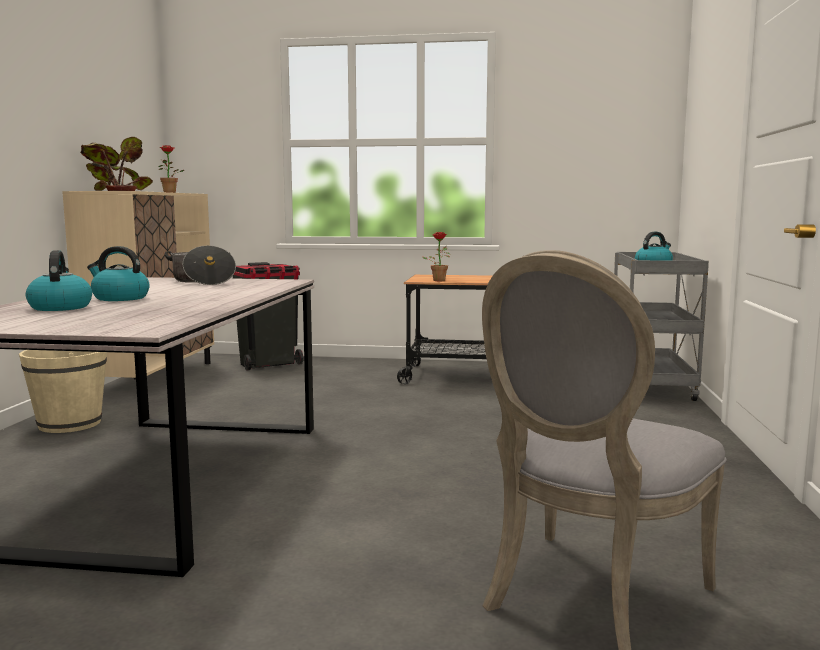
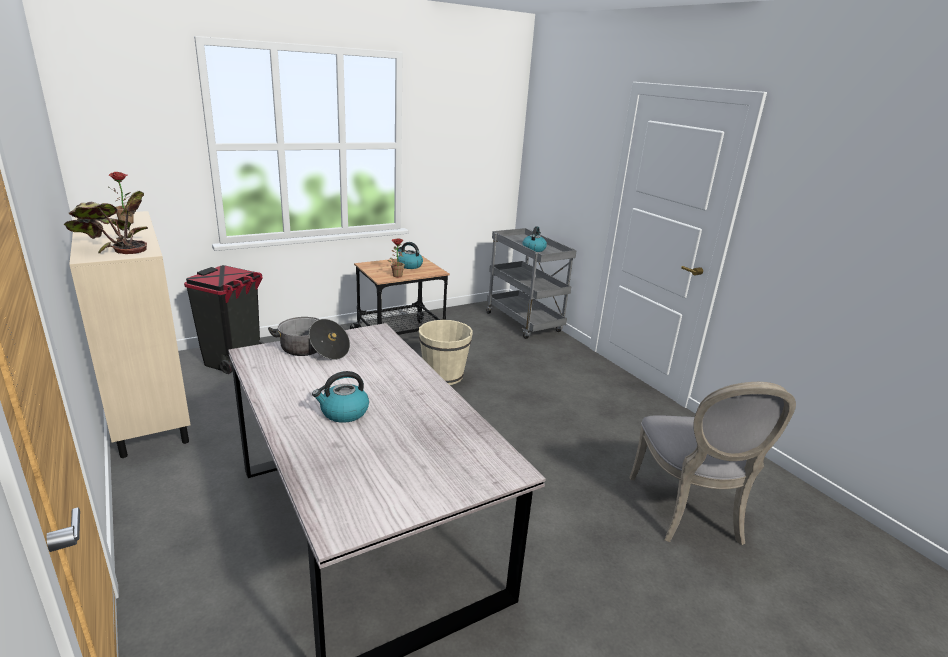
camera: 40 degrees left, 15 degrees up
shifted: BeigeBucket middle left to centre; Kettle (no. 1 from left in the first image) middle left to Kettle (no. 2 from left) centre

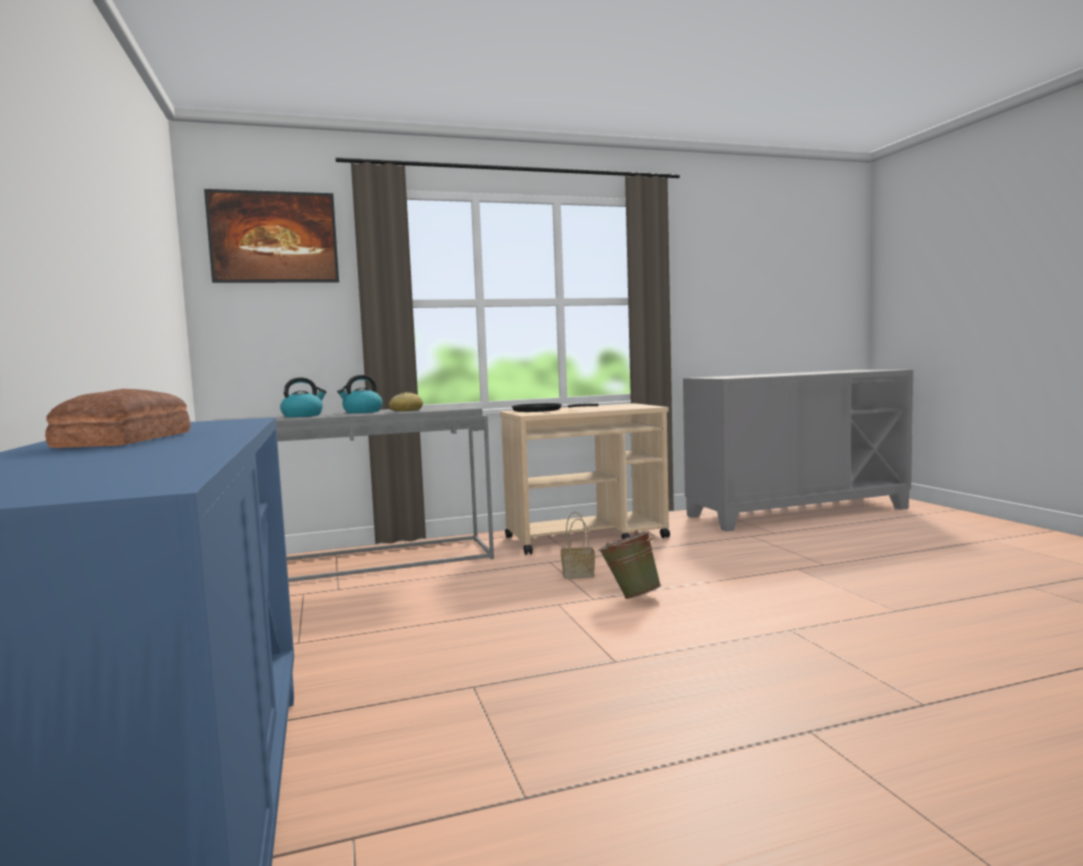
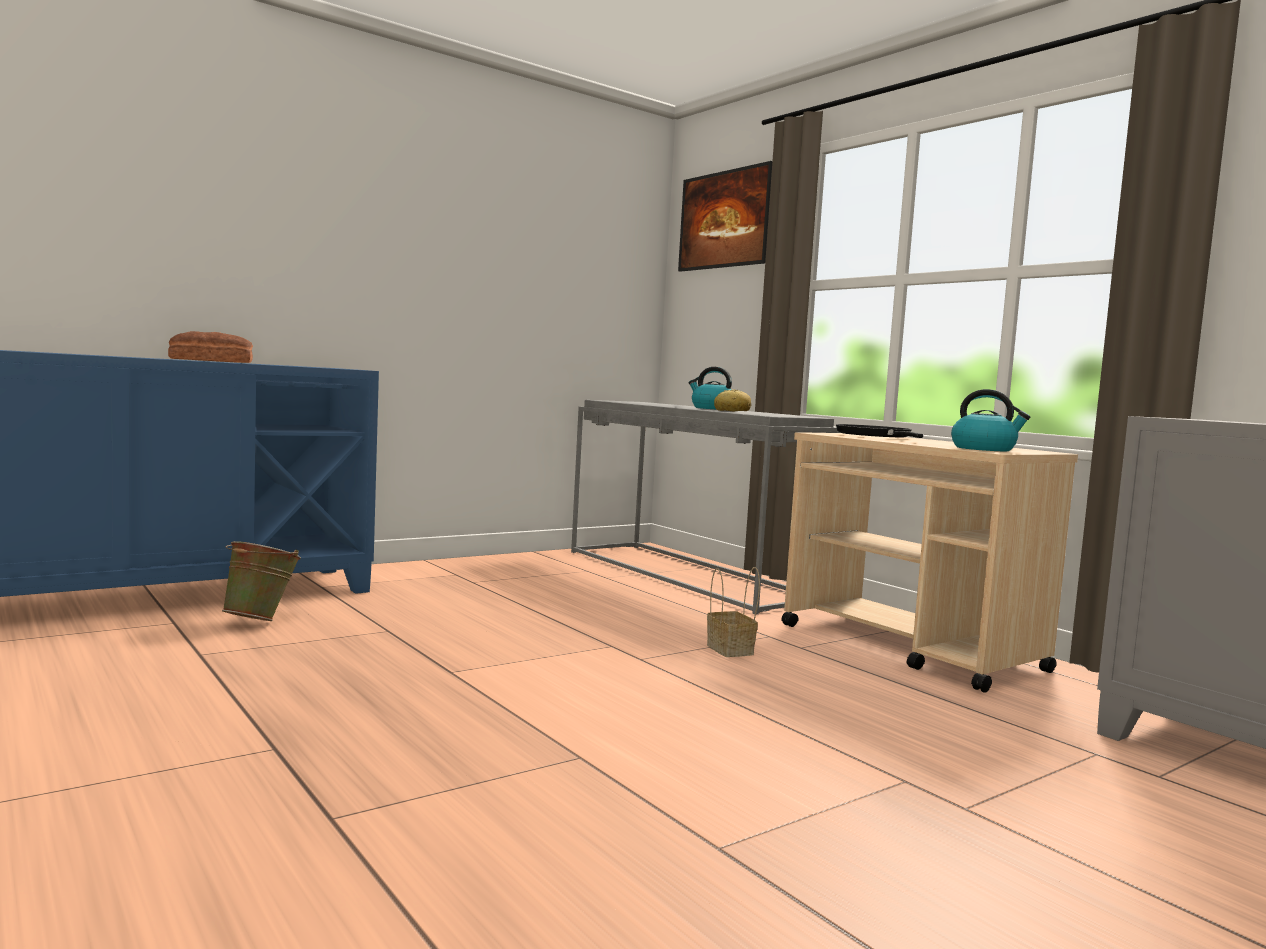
camera: 70 degrees right, 0 degrees up
shifted: Kettle (no. 1 from left in the first image) middle left to Kettle (no. 2 from left) middle right; GreenBucket centre to middle left

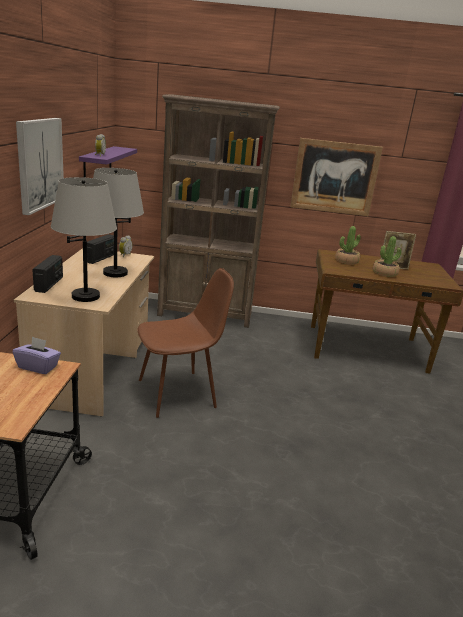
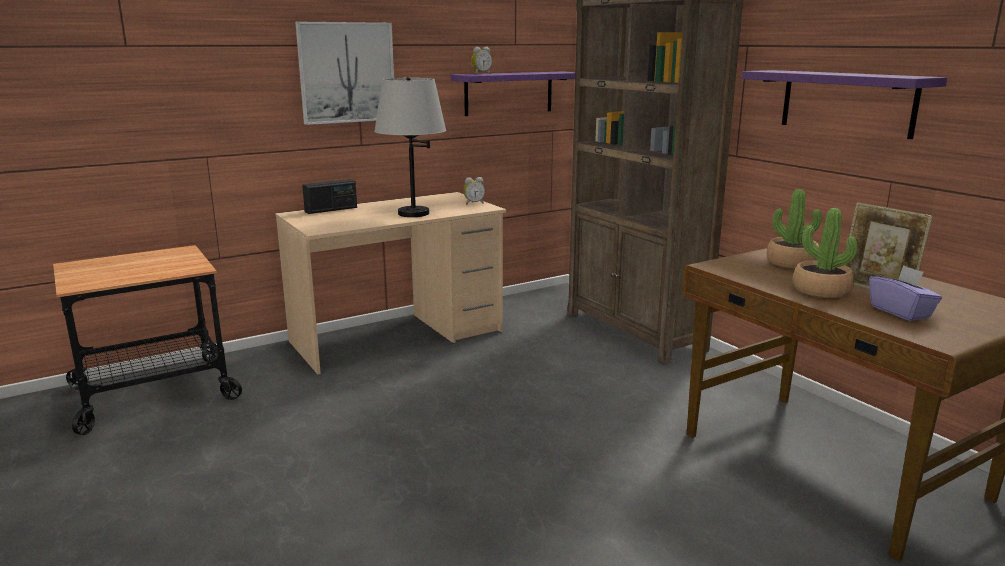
camera: 55 degrees right, 5 degrees down
gone: GreyTableLamp (no. 1 from left) middle left; Radio (no. 2 from left) middle left; BrownChair centre
shifted: PurpleTissueBox middle left to middle right
swapped: Picture (no. 2 from left) top right to PurpleShelf (no. 2 from left) top right

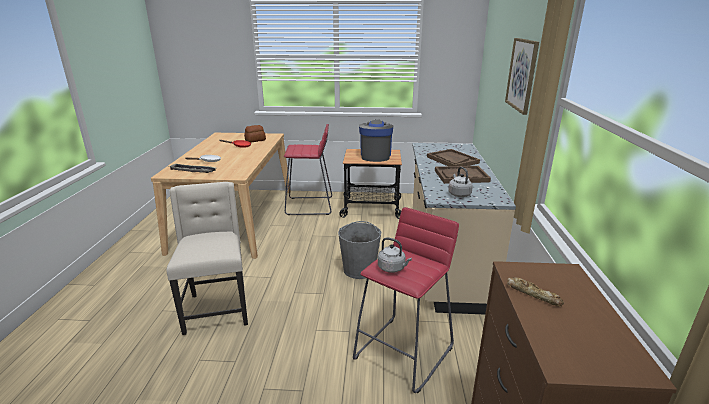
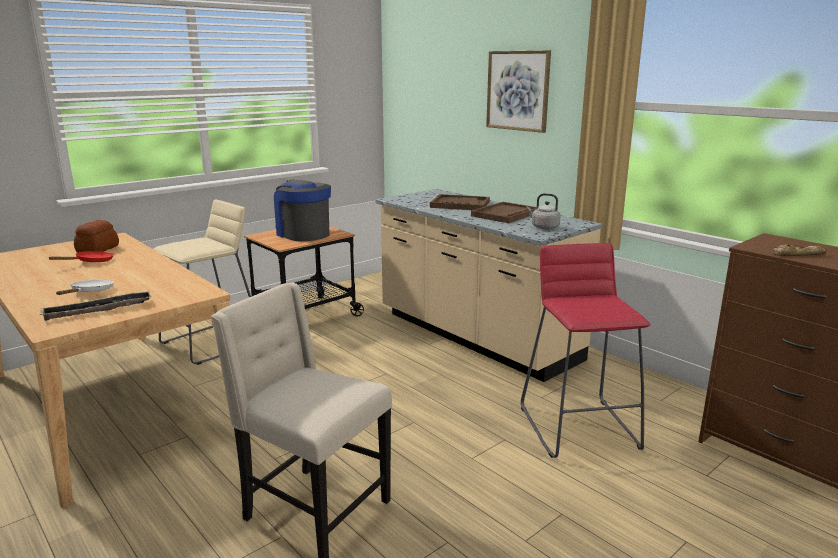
camera: 45 degrees left, 5 degrees down
gone: GreyBucket centre; GreyKettle (no. 1 from left) centre
repainted: RedStool (no. 1 from left) centre to BeigeStool middle left

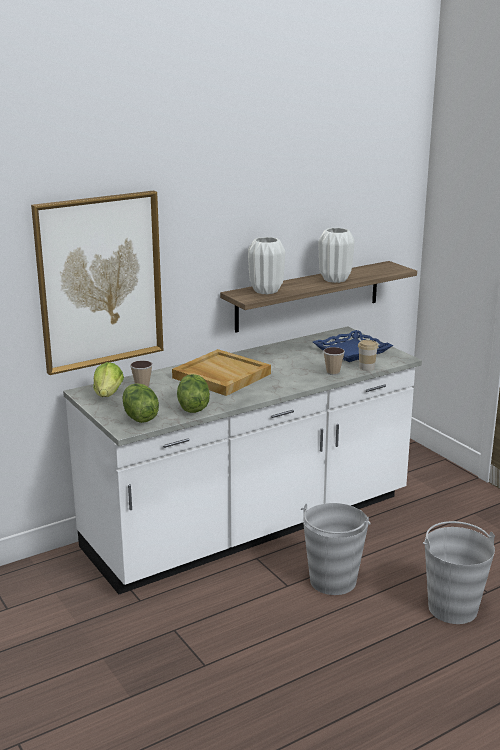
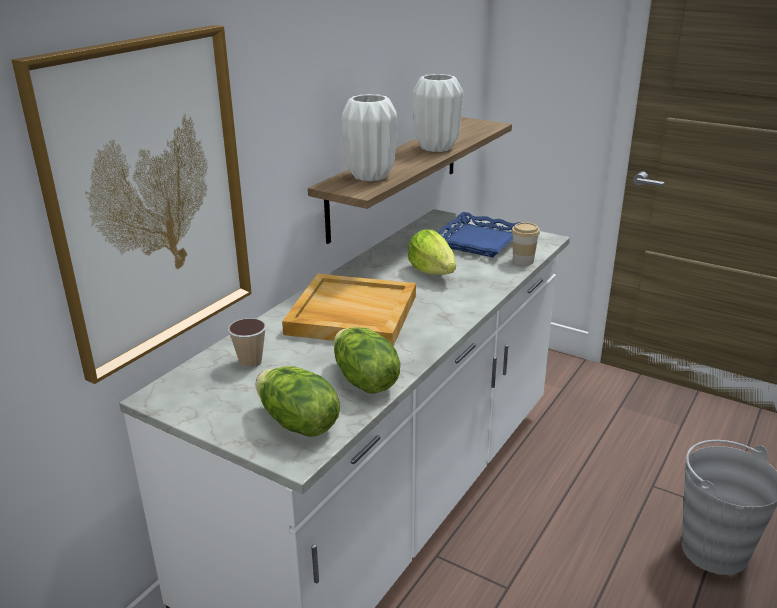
camera: 25 degrees left, 5 degrees up
gone: GreyBucket (no. 1 from left) bottom right; Cup (no. 2 from left) middle right
shifted: Lettuce (no. 1 from left in the first image) middle left to Lettuce (no. 3 from left) centre

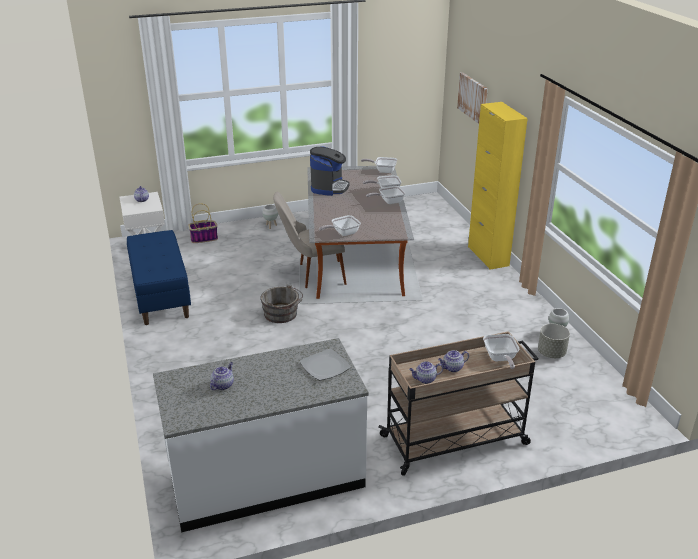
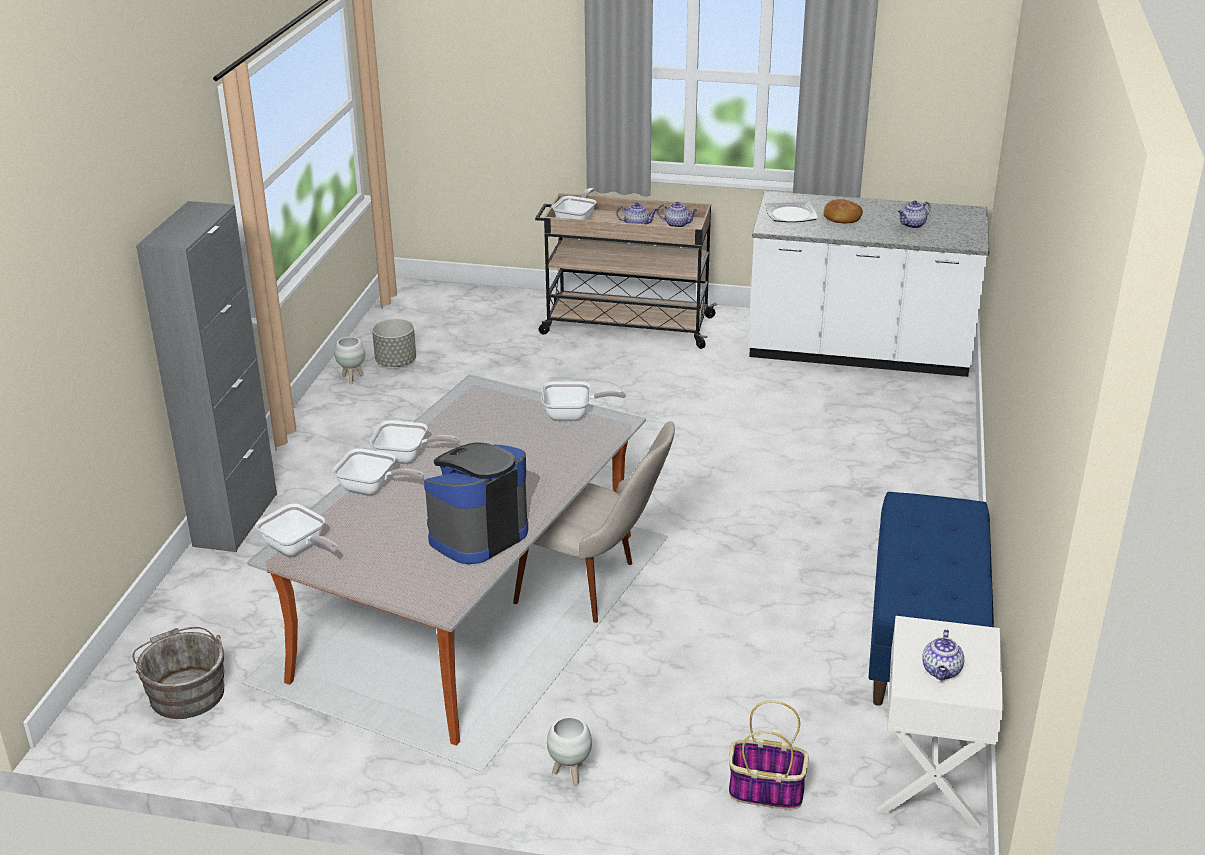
camera: 150 degrees left, 0 degrees up
gone: Picture top right
new: Bread top right
shifted: GreyBucket centre to bottom left
repainted: YellowCabinet top right to GreyCabinet middle left

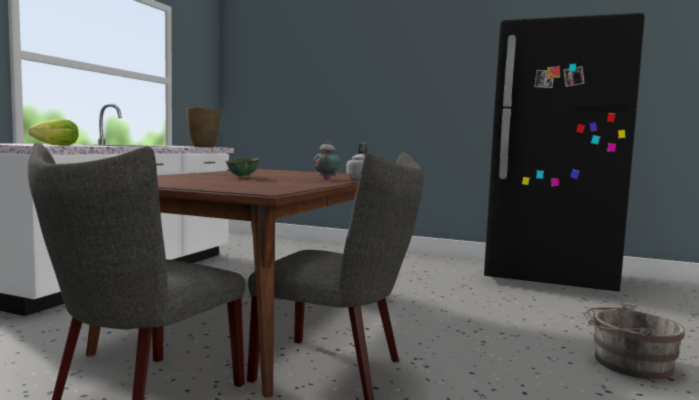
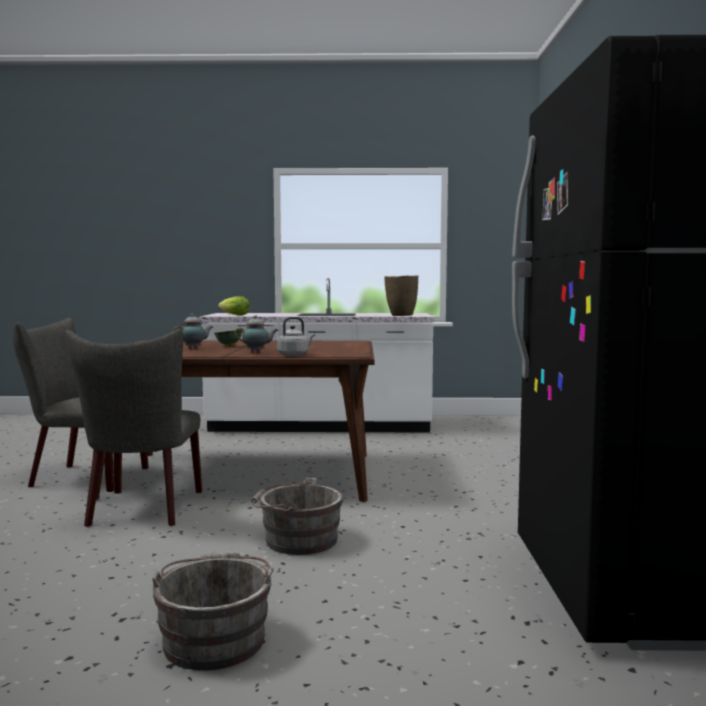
camera: 70 degrees right, 0 degrees up
new: Teapot (no. 1 from left) middle left; GreyBucket (no. 2 from left) bottom centre

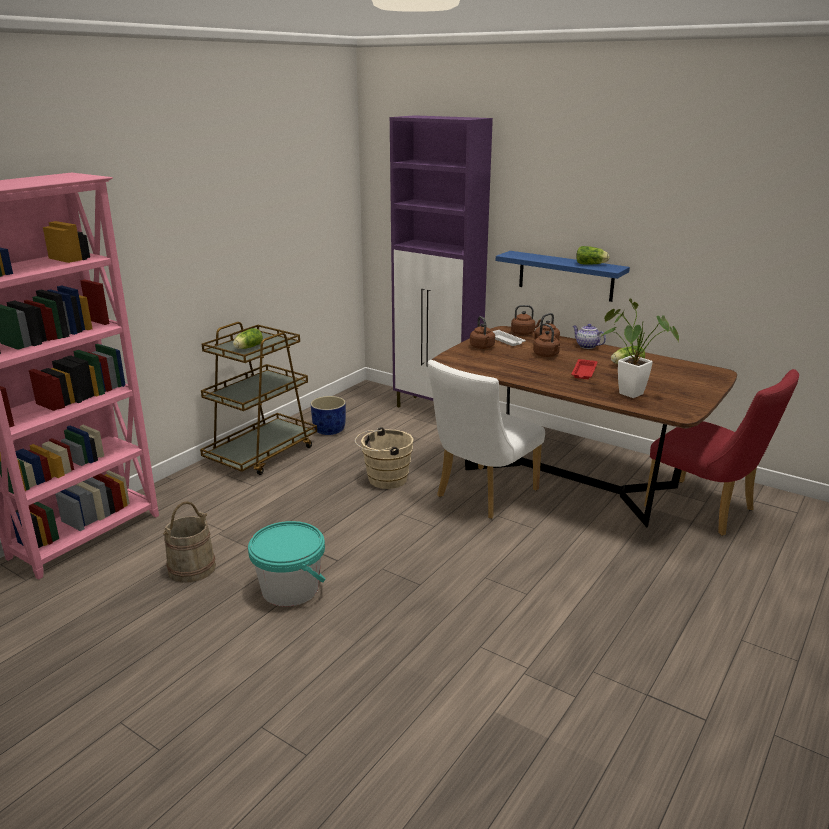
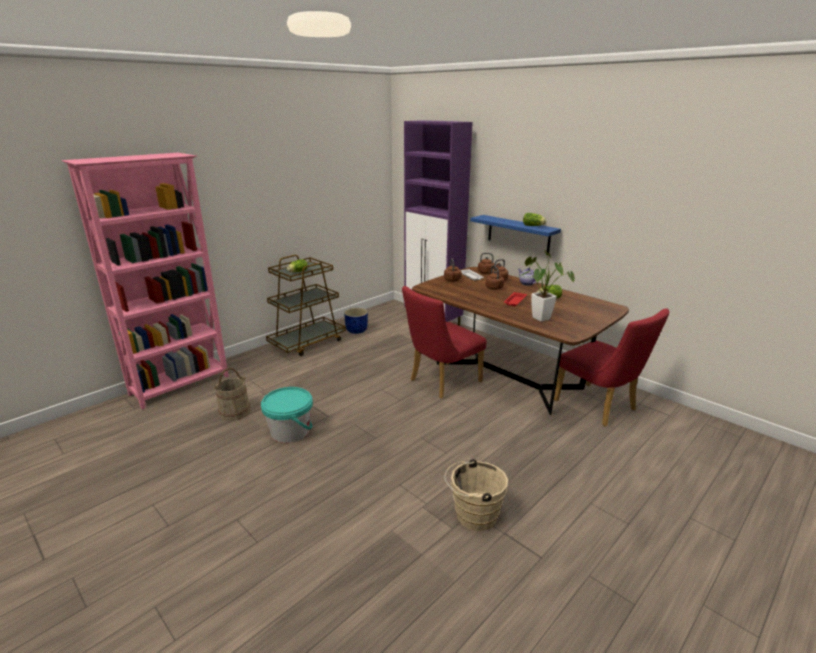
camera: 10 degrees right, 0 degrees up
shifted: BeigeBucket (no. 2 from left) centre to bottom centre
repainted: WhiteChair centre to RedChair (no. 1 from left) centre

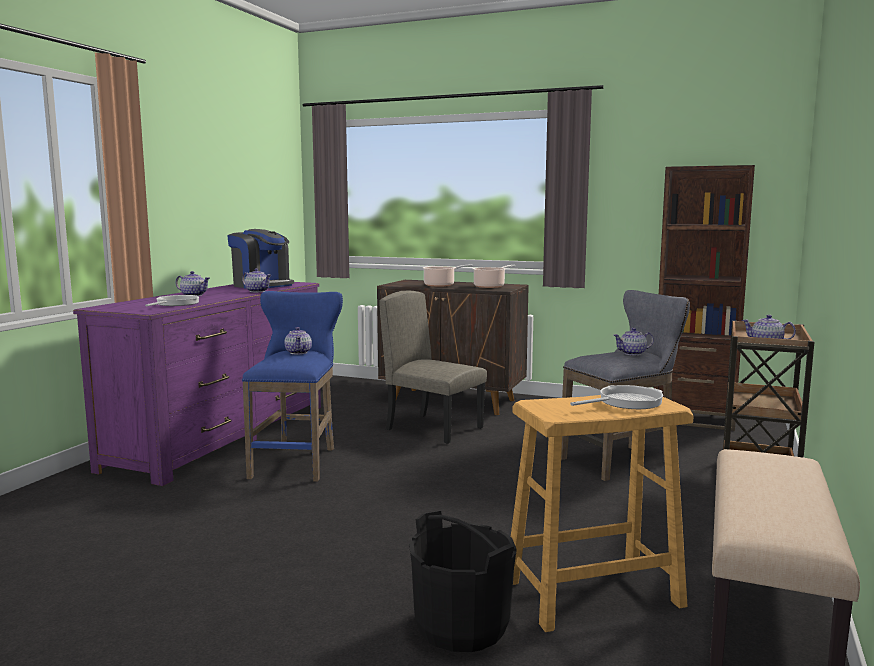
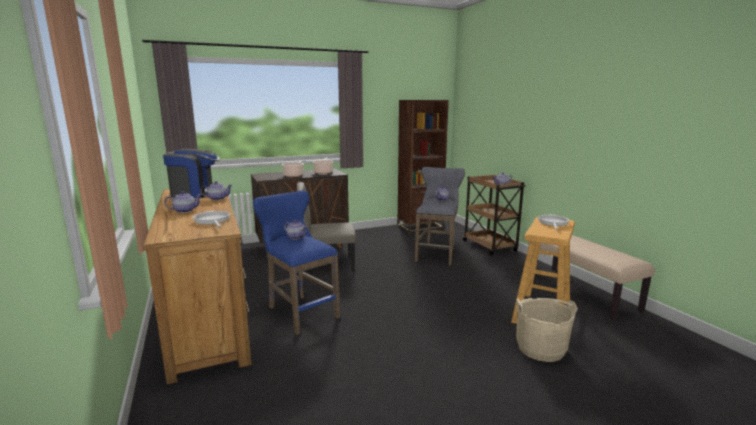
camera: 45 degrees left, 5 degrees up
repainted: PurpleDresser middle left to BrownDresser bottom left; BlackBucket bottom centre to BeigeBucket bottom right

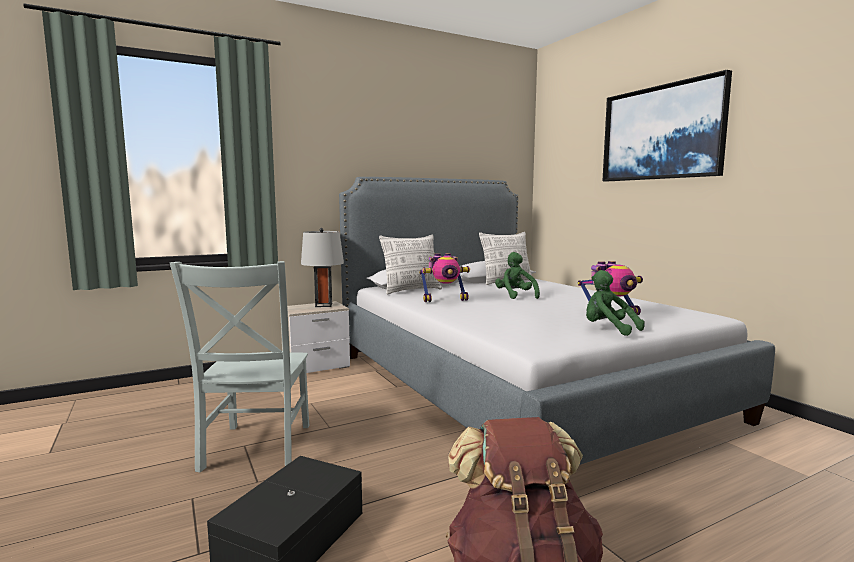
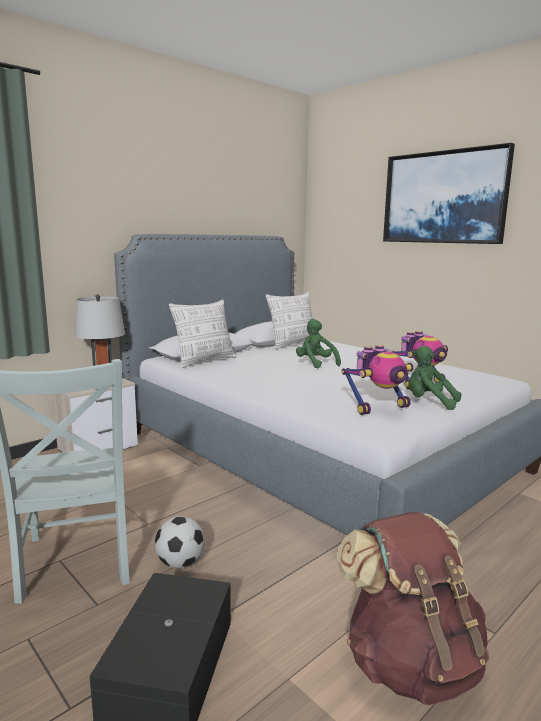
camera: 15 degrees left, 5 degrees up
new: Football bottom left
shifted: ToyRobot (no. 1 from left) centre to middle right

